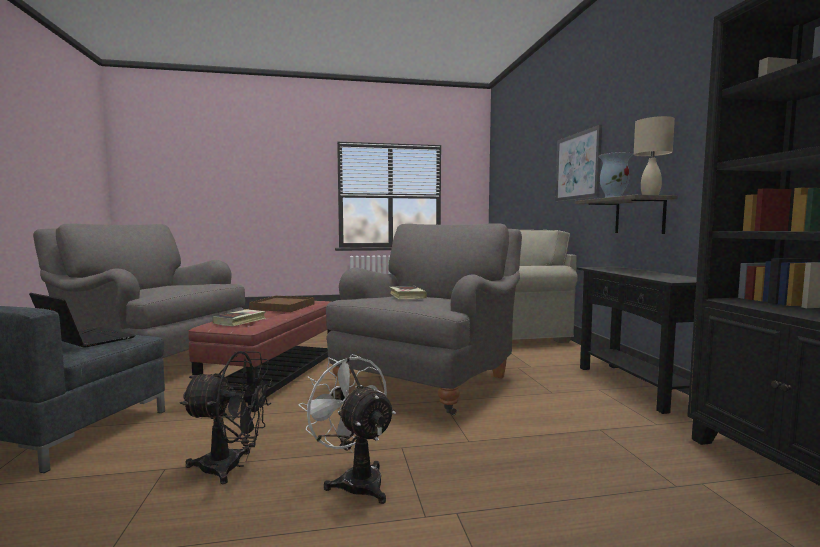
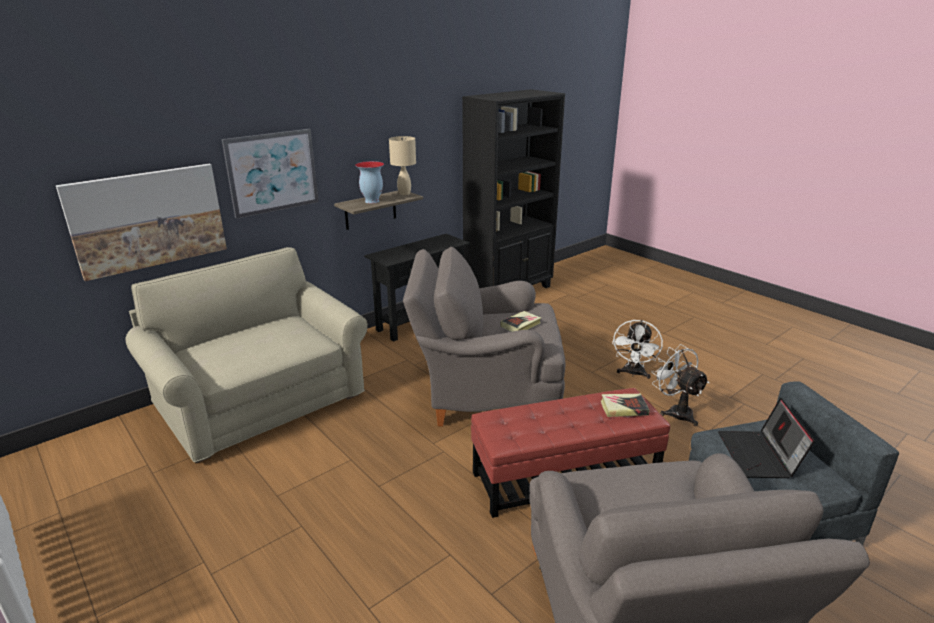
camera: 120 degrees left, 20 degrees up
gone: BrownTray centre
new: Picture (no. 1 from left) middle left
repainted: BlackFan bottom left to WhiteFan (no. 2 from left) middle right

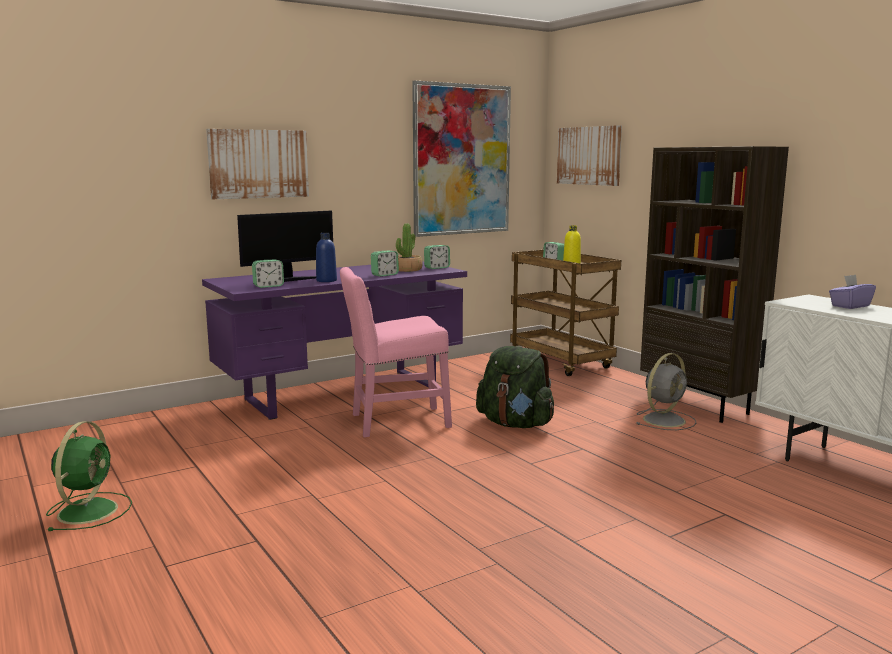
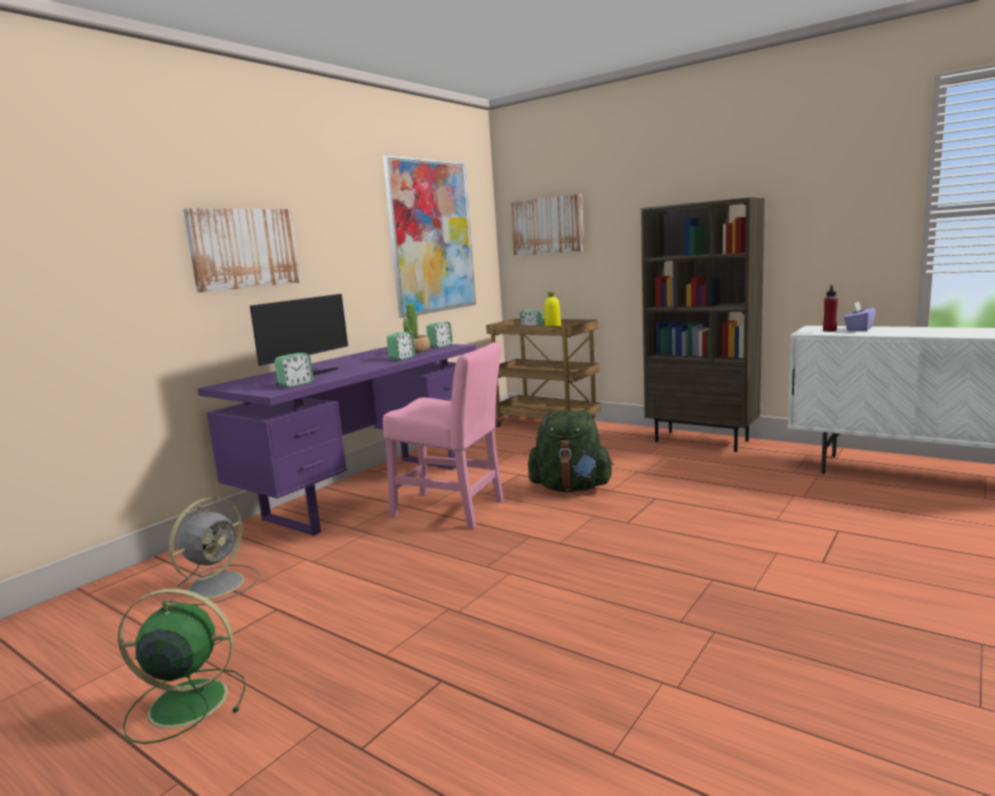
camera: 20 degrees left, 0 degrees up
gone: BlueBottle centre
new: RedBottle middle right
shifted: GreyFan middle right to bottom left
rotated: GreenFan bottom left = bottom left 75 degrees counterclockwise; PinkChair centre = centre 120 degrees counterclockwise

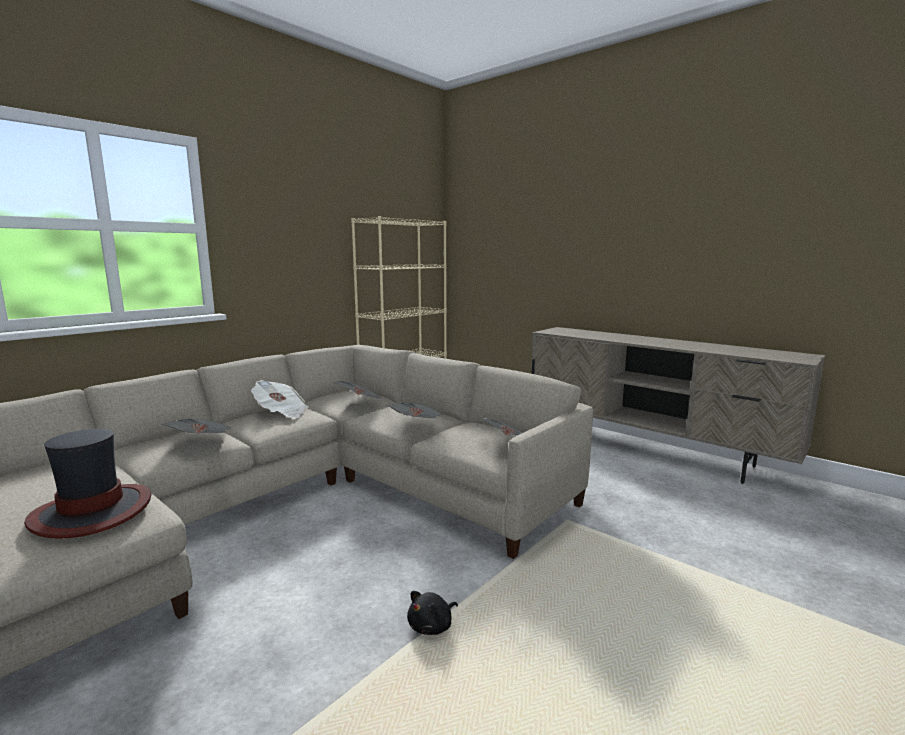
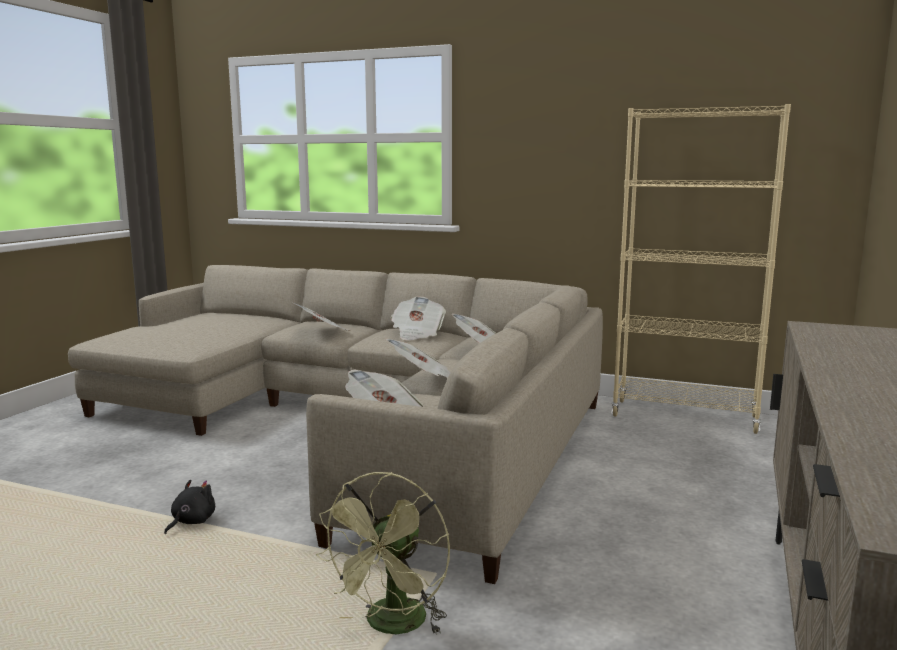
camera: 70 degrees right, 0 degrees up
gone: Hat middle left
new: GreenFan bottom centre
rotated: BlackPlushToy bottom centre = bottom left 90 degrees clockwise

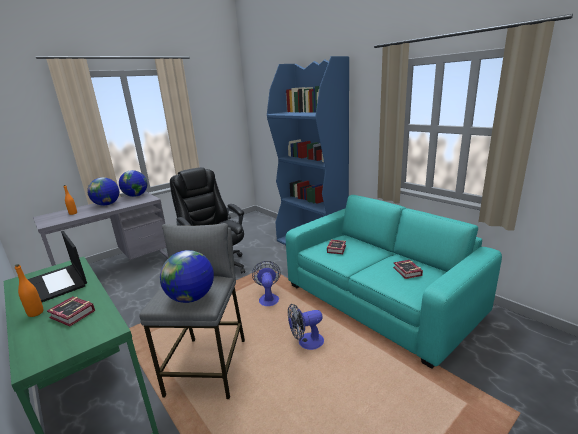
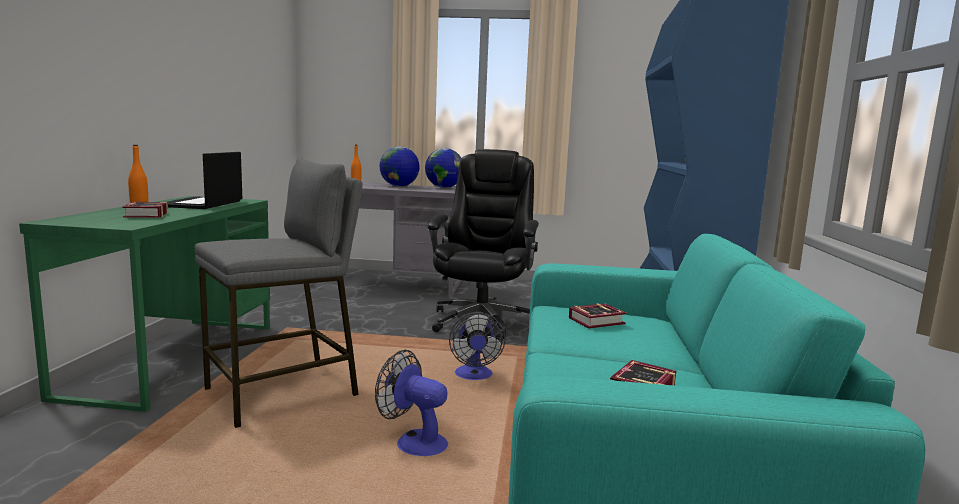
camera: 45 degrees right, 10 degrees down
gone: Globe (no. 3 from left) middle left
rotated: Fan (no. 1 from left in the first image) centre = bottom centre 135 degrees clockwise

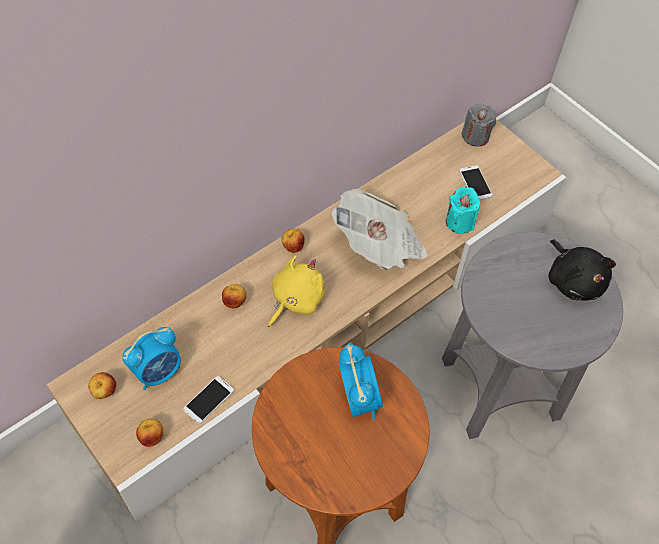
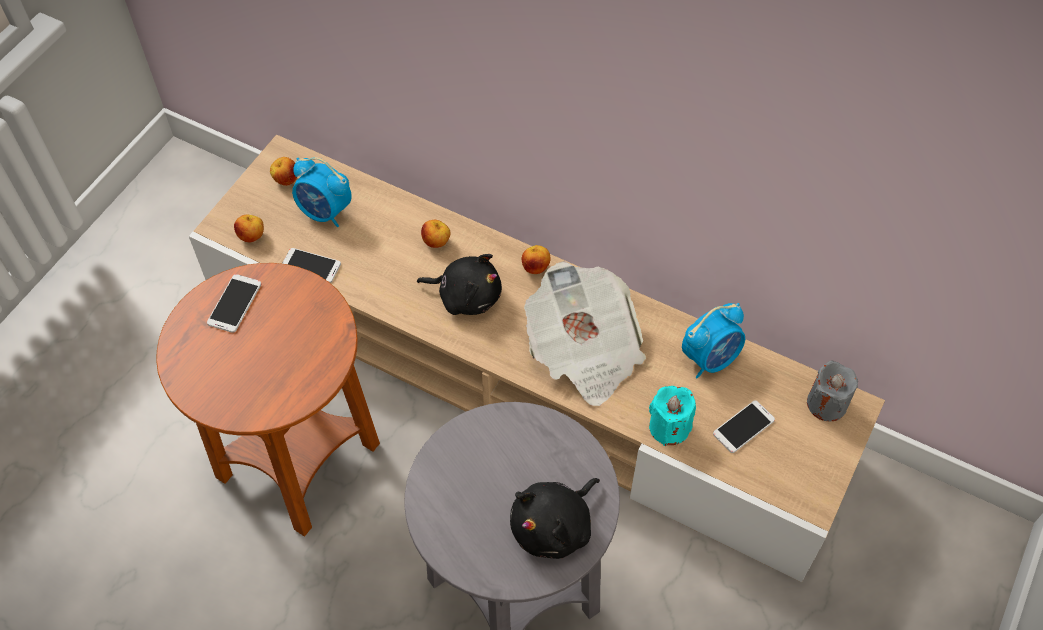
camera: 70 degrees right, 0 degrees up
new: Phone (no. 1 from left) middle left
shifted: AlarmClock (no. 2 from left) bottom centre to middle right
repainted: YellowPlushToy centre to BlackPlushToy (no. 1 from left) centre

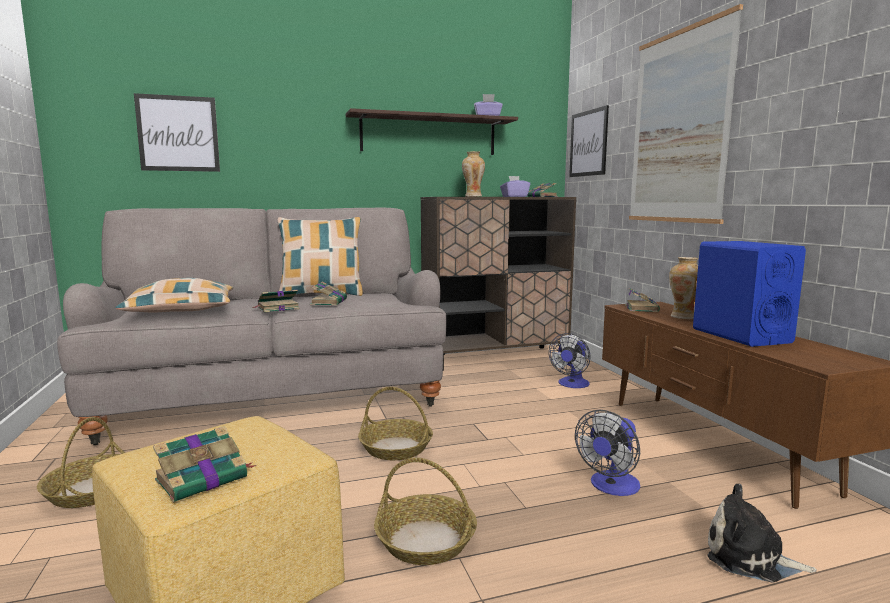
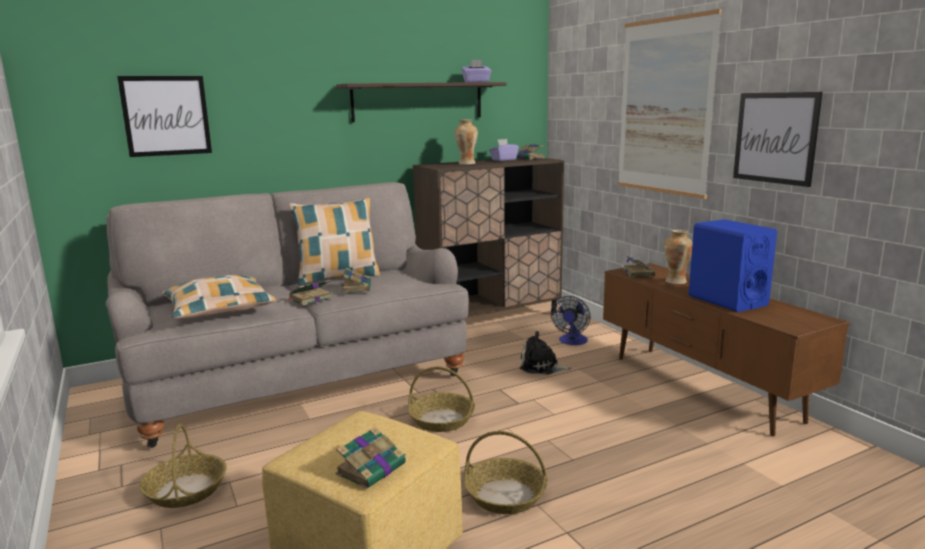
camera: 10 degrees left, 5 degrees up
gone: Fan (no. 2 from left) bottom right
shifted: Picture (no. 2 from left in the first image) top centre to Picture (no. 3 from left) top right; PlushToy bottom right to centre

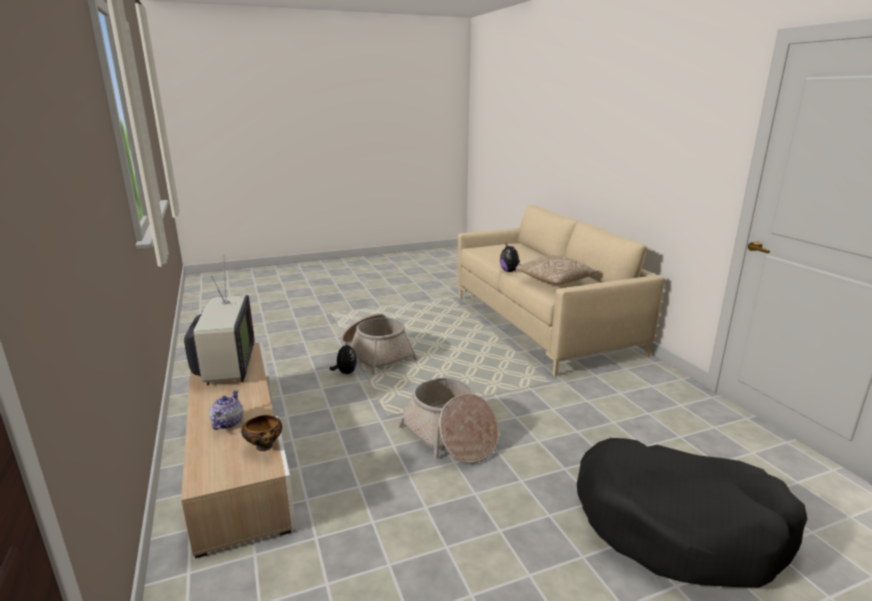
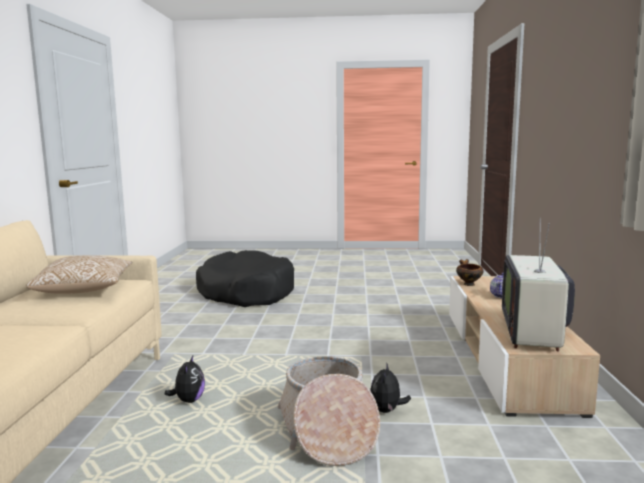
camera: 155 degrees left, 10 degrees down
gone: Basket (no. 2 from left) bottom centre
shifted: PlushToy (no. 2 from left in the first image) centre to PlushToy (no. 1 from left) bottom left

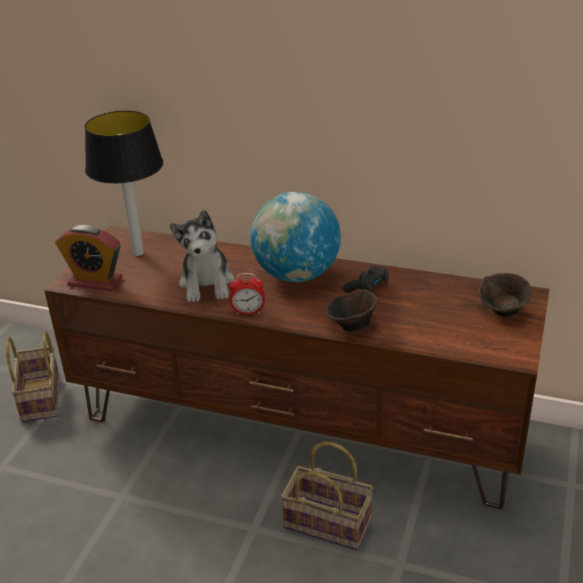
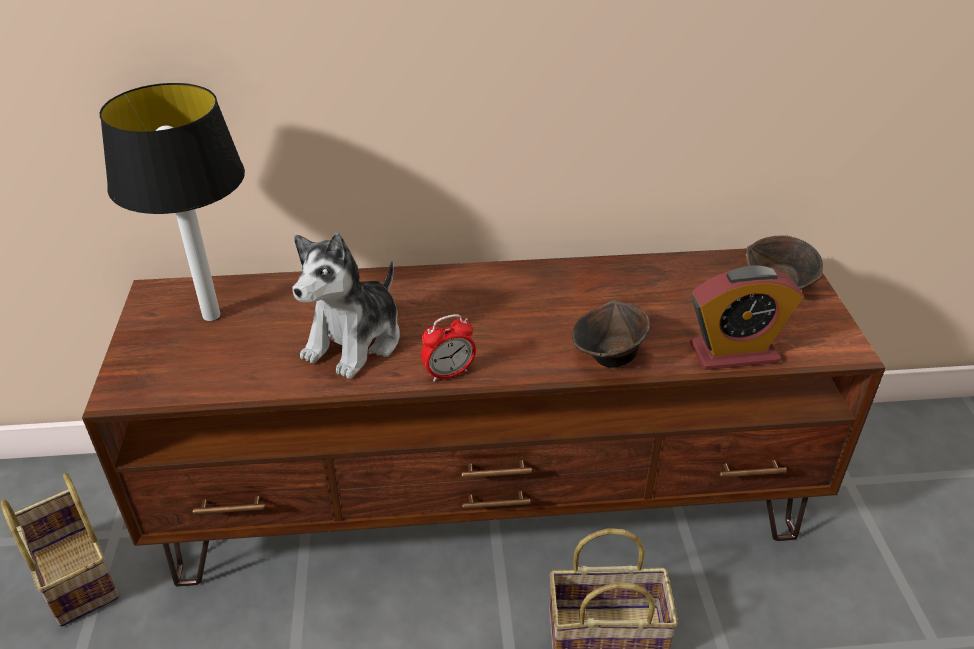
camera: 25 degrees left, 5 degrees up
gone: Globe centre; BlackGameController centre
shifted: AlarmClock (no. 1 from left in the first image) middle left to AlarmClock (no. 2 from left) middle right
rotated: PlushToy centre = centre 60 degrees clockwise

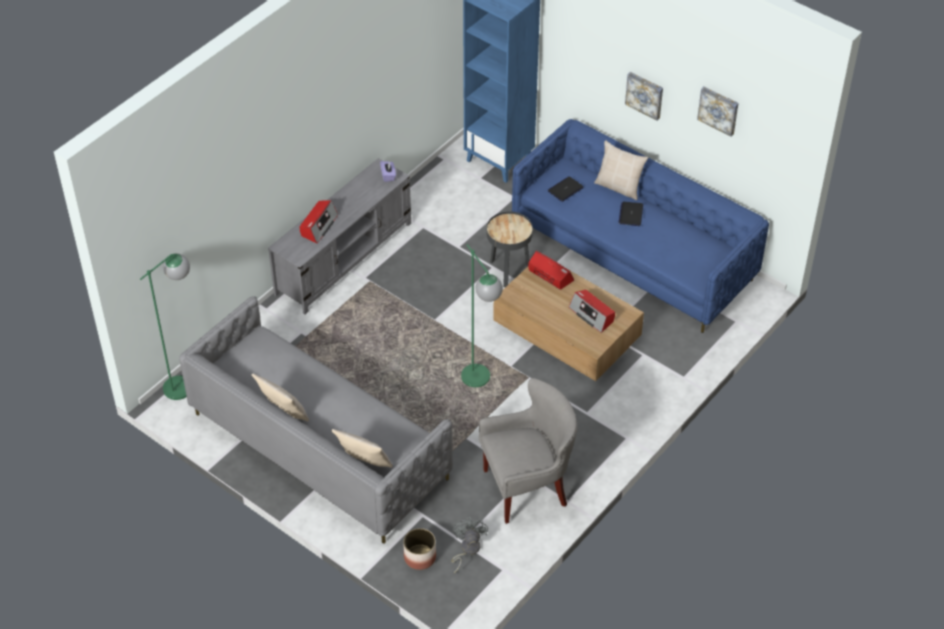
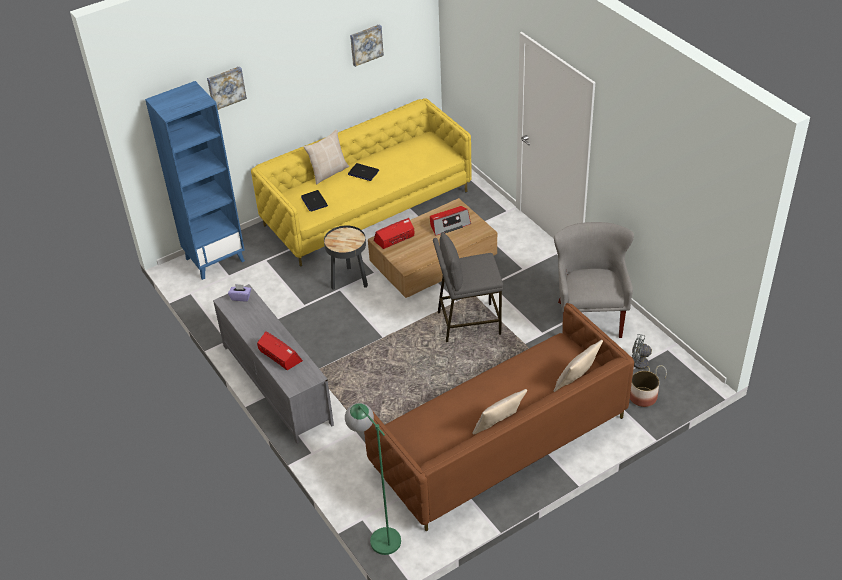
camera: 70 degrees left, 5 degrees down
shifted: Picture (no. 1 from left) top right to top left
swapped: GreenFloorLamp (no. 2 from left) centre to GreyStool centre
repainted: GreySofa bottom centre to BrownSofa bottom centre; BlueSofa middle right to YellowSofa top centre

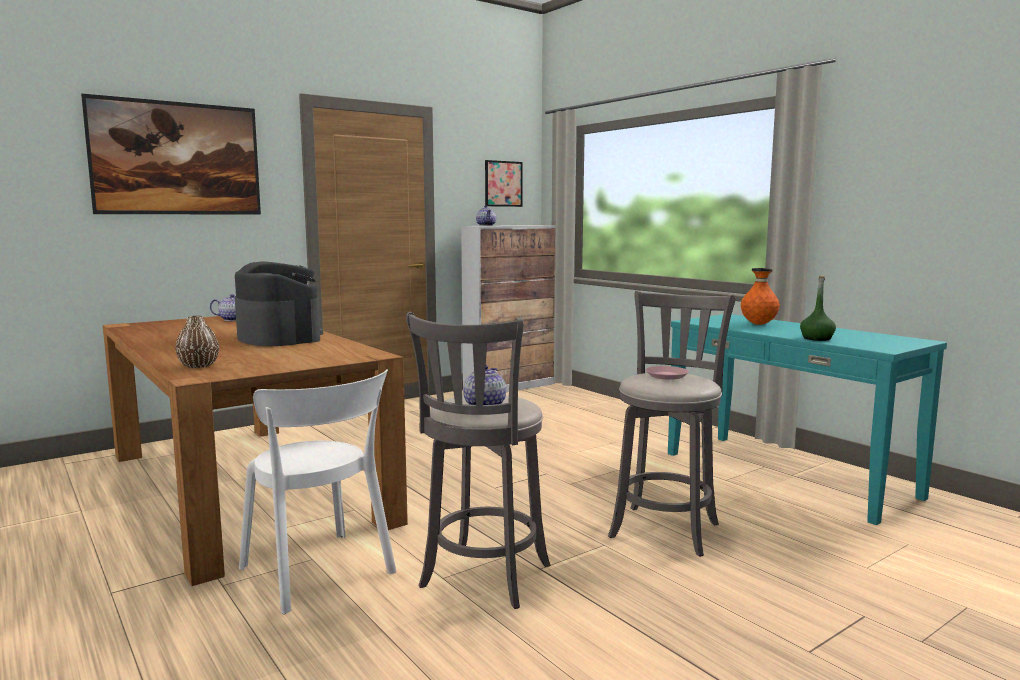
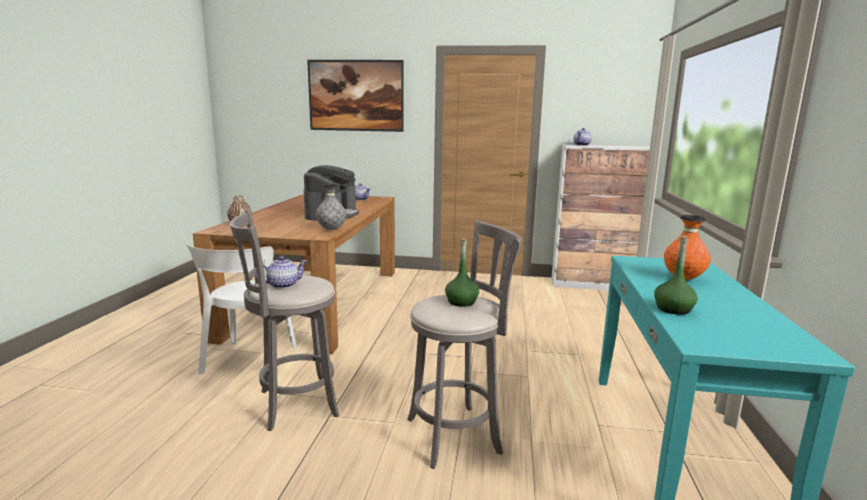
camera: 45 degrees right, 5 degrees up
gone: Picture (no. 2 from left) top centre
new: GreyVase centre
swapped: PinkPlate centre to GreenBottle (no. 1 from left) centre

